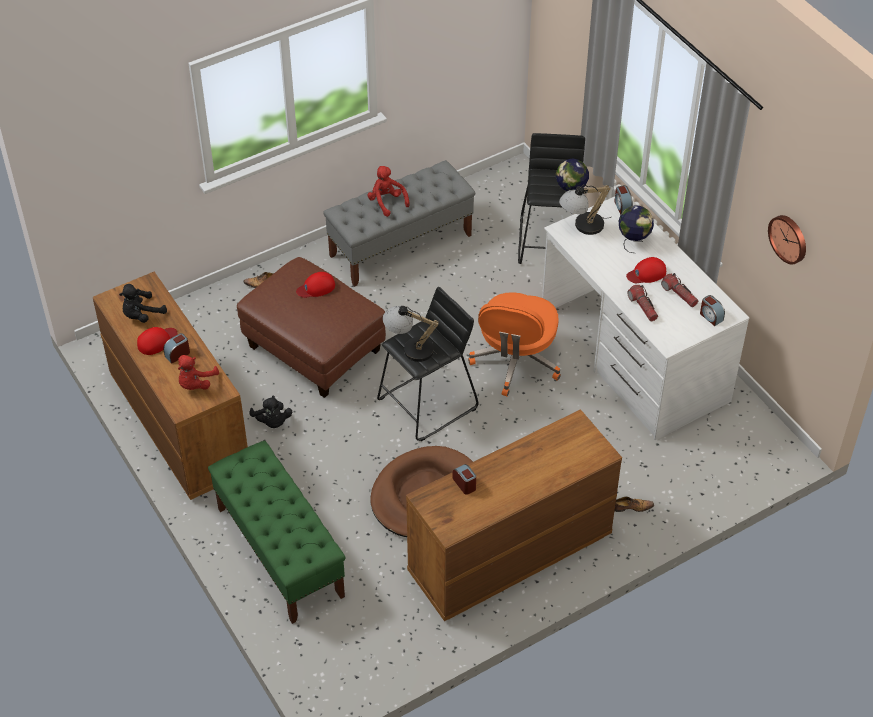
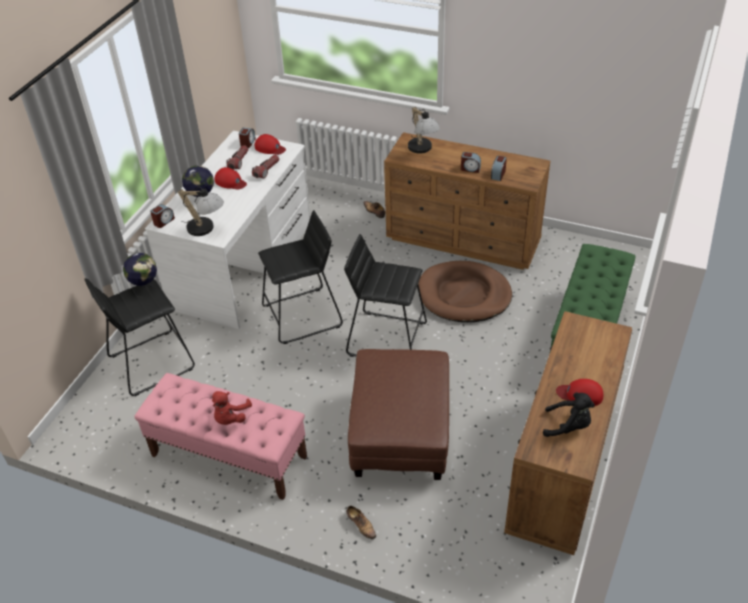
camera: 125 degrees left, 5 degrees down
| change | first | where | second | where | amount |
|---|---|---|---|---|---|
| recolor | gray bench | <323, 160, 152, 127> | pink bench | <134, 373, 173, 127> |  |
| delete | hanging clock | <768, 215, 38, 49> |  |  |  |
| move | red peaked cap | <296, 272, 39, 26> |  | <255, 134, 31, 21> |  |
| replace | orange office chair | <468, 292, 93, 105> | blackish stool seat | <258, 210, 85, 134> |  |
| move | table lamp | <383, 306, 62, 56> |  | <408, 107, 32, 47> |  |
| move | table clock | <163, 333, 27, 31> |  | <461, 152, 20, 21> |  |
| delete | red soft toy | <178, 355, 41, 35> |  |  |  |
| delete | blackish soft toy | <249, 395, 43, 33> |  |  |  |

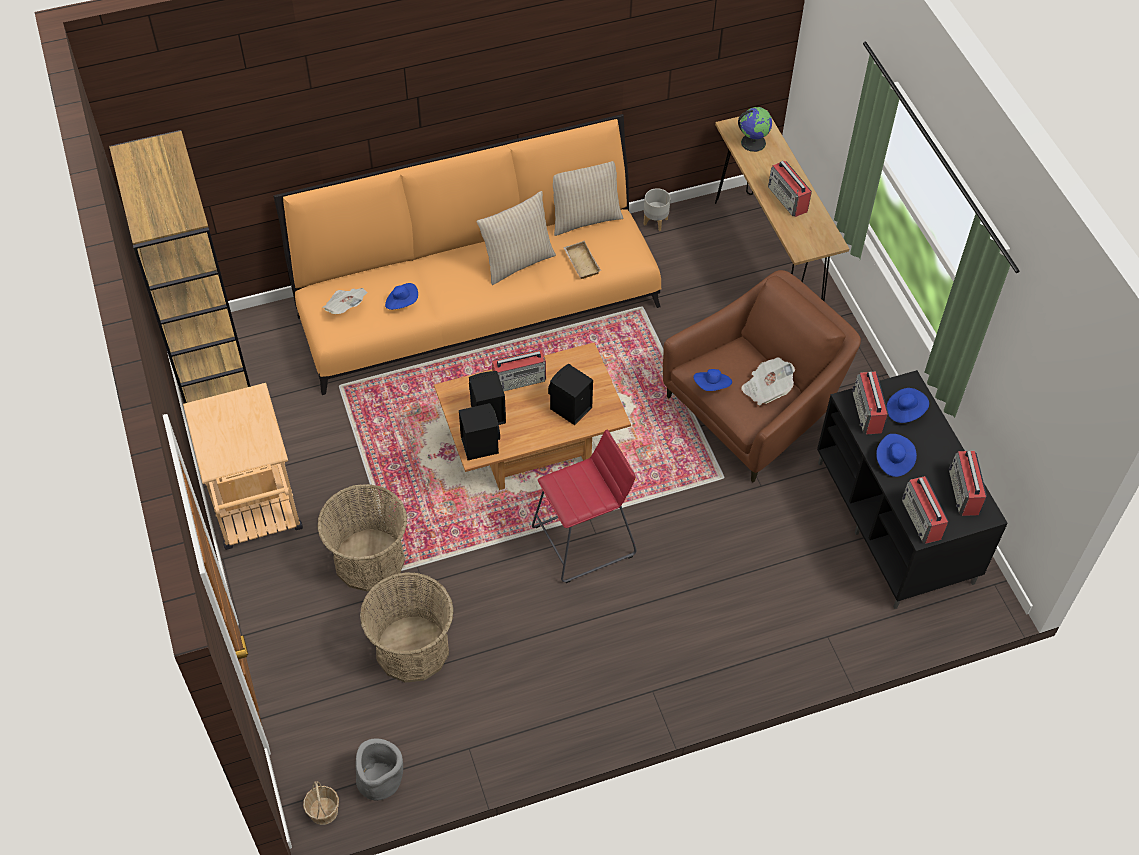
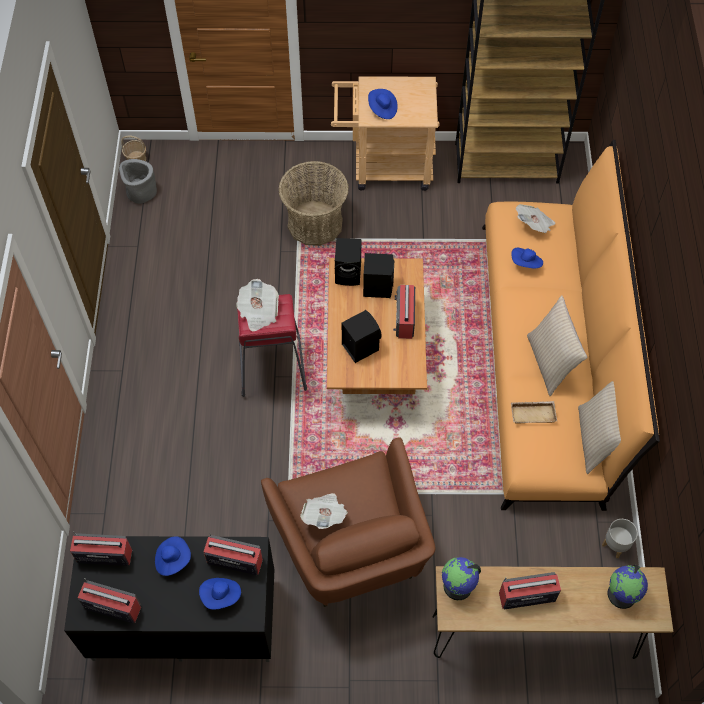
camera: 110 degrees right, 5 degrees up
| change | first | where | second | where | amount |
|---|---|---|---|---|---|
| move | blue-coloured wearable hat | <693, 369, 39, 22> |  | <368, 89, 30, 30> |  |
| delete | basket | <360, 572, 94, 111> |  |  |  |
| insert |  |  | printed paper | <236, 279, 43, 53> |  |
| insert |  |  | globe | <442, 557, 39, 43> |  |

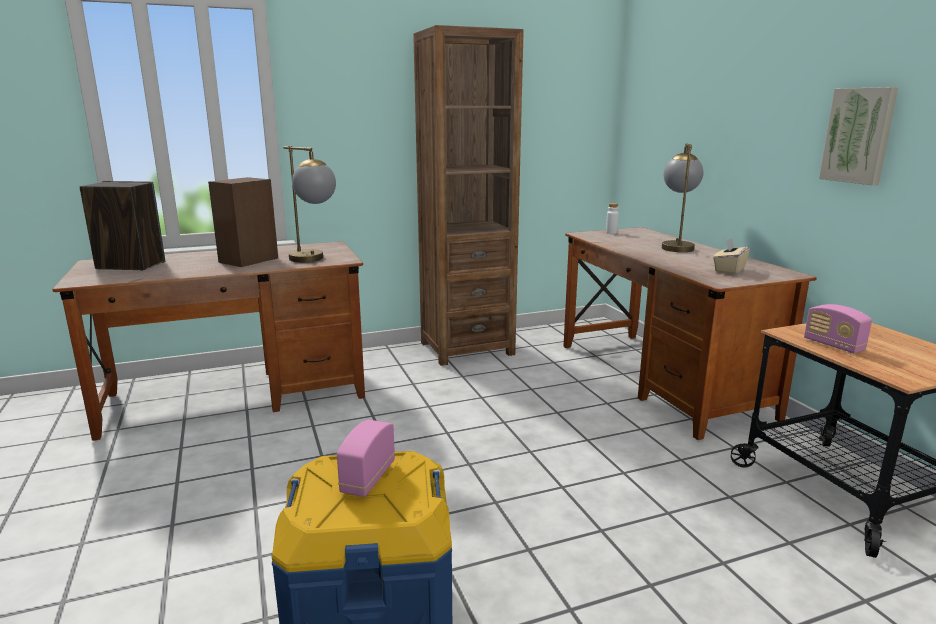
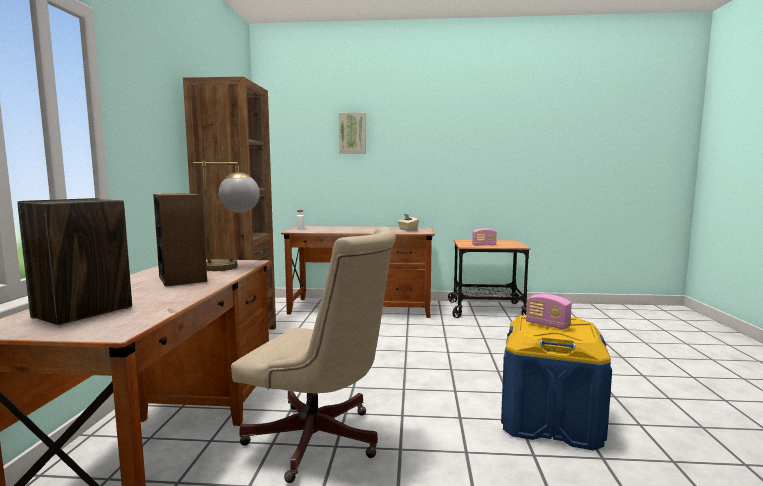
camera: 65 degrees left, 10 degrees down
| change | first | where | second | where | amount |
|---|---|---|---|---|---|
| move | picture | <819, 87, 80, 98> |  | <339, 113, 27, 41> |  |
| delete | table lamp | <662, 143, 41, 109> |  |  |  |
| insert |  |  | beige office chair | <231, 227, 165, 256> |  |

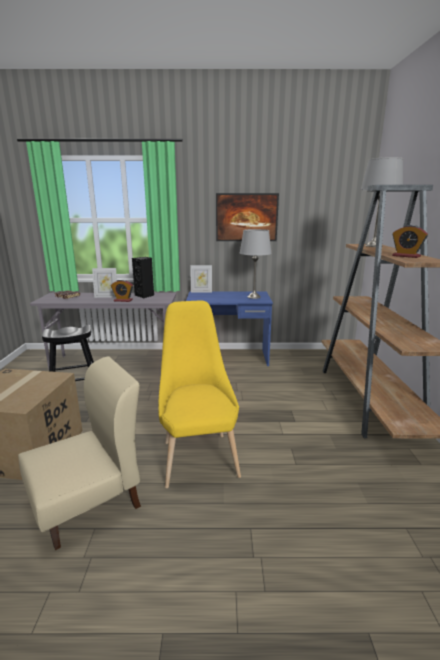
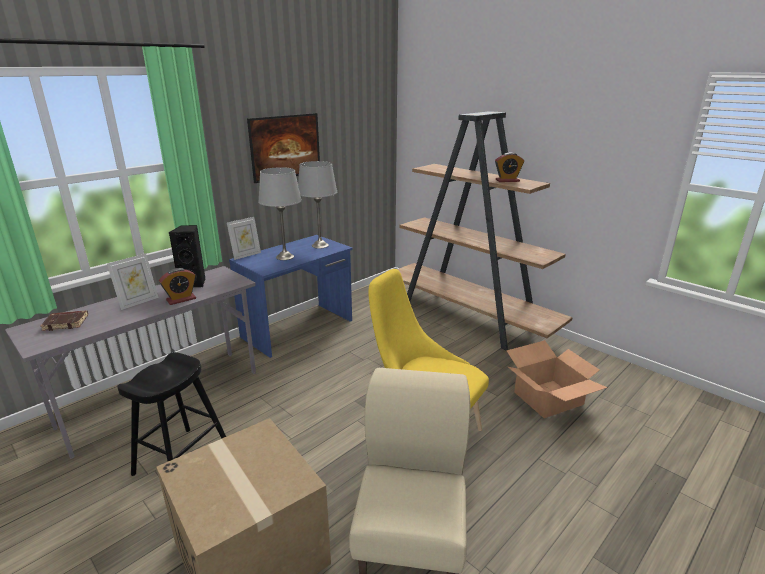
camera: 45 degrees left, 5 degrees up
| change | first | where | second | where | amount |
|---|---|---|---|---|---|
| move | gray table lamp | <360, 157, 43, 90> |  | <258, 167, 44, 93> |  |
| insert |  |  | carton | <506, 340, 101, 78> |  |

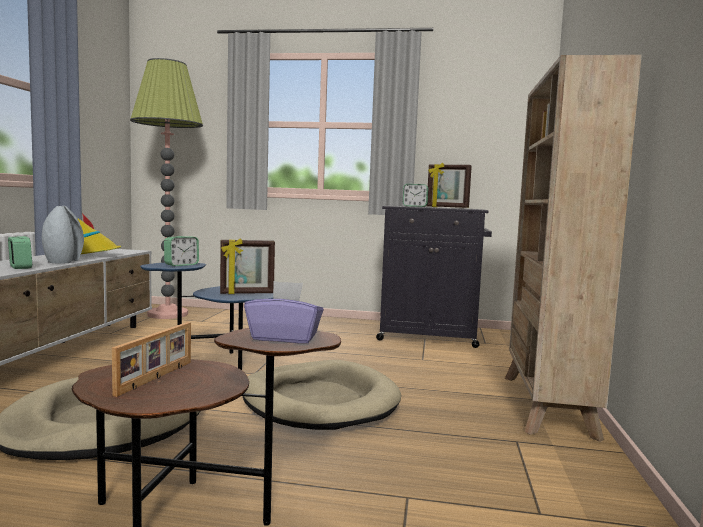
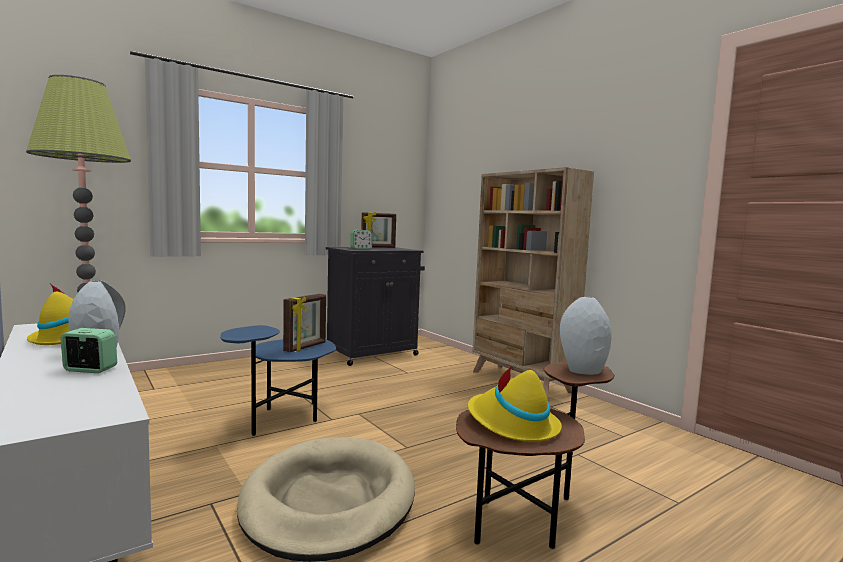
camera: 45 degrees left, 0 degrees up
| change | first | where | second | where | amount |
|---|---|---|---|---|---|
| delete | table clock | <164, 236, 35, 30> |  |  |  |
| replace | purplish box of tissues | <244, 281, 80, 62> | gray flower vase | <560, 297, 52, 78> |  |
| replace | photo frame | <112, 322, 79, 75> | yellowish wearable hat | <468, 366, 94, 76> |  |
| delete | beige dog cushion | <243, 360, 158, 70> |  |  |  |

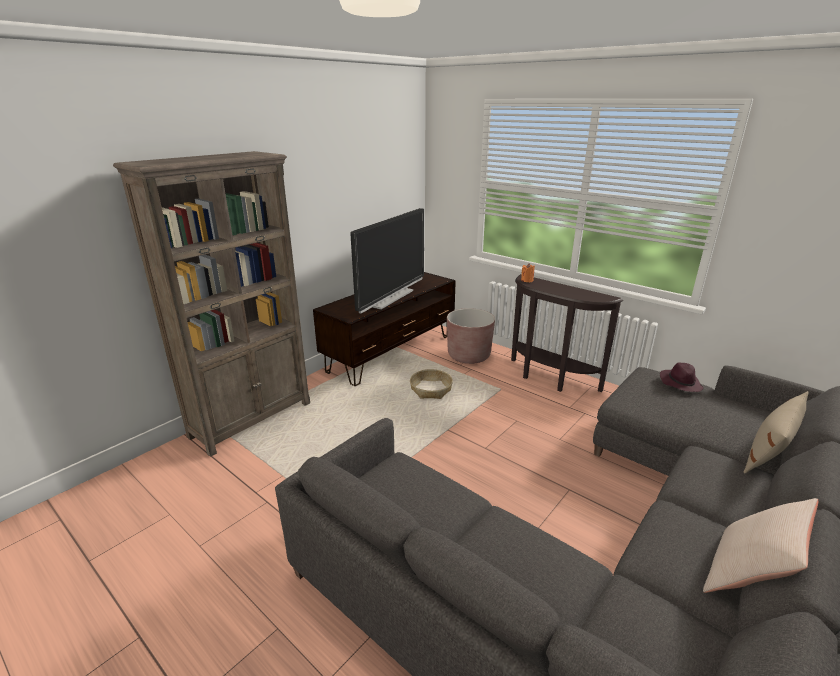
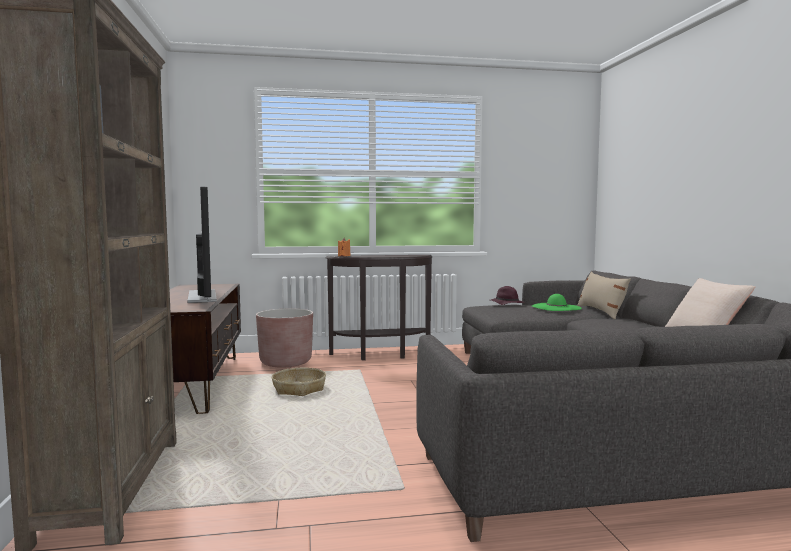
camera: 50 degrees left, 20 degrees down
| change | first | where | second | where | amount |
|---|---|---|---|---|---|
| insert |  |  | green wearable hat | <532, 294, 50, 17> |  |

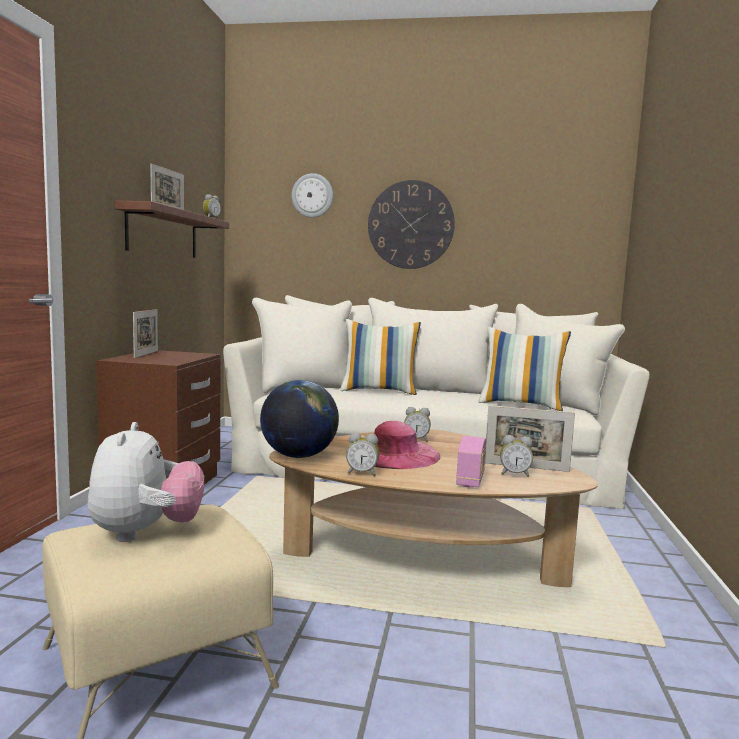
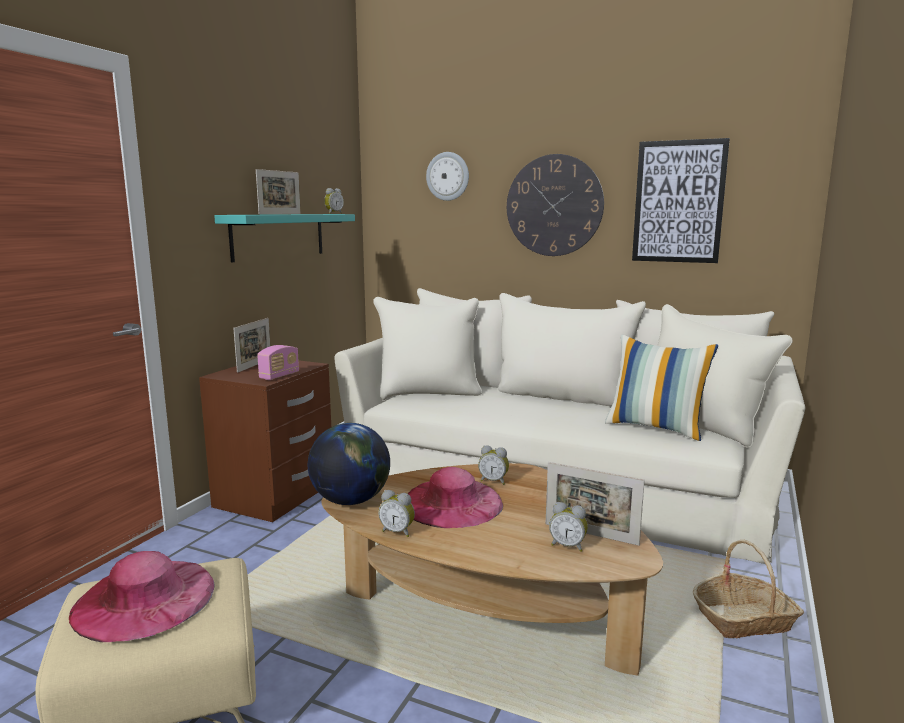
camera: 15 degrees right, 5 degrees up
| change | first | where | second | where | amount |
|---|---|---|---|---|---|
| recolor | brown wall shelf | <114, 201, 115, 57> | turquoise-coloured wall shelf | <214, 214, 141, 48> |  |
| delete | pillow | <340, 319, 81, 76> |  |  |  |
| replace | soft toy | <88, 422, 116, 120> | pink wearable hat | <69, 551, 146, 91> |  |
| move | radio | <456, 436, 30, 51> |  | <257, 345, 42, 35> |  |
| insert |  |  | picture | <632, 138, 98, 125> |  |
| insert |  |  | basket | <693, 540, 111, 98> |  |

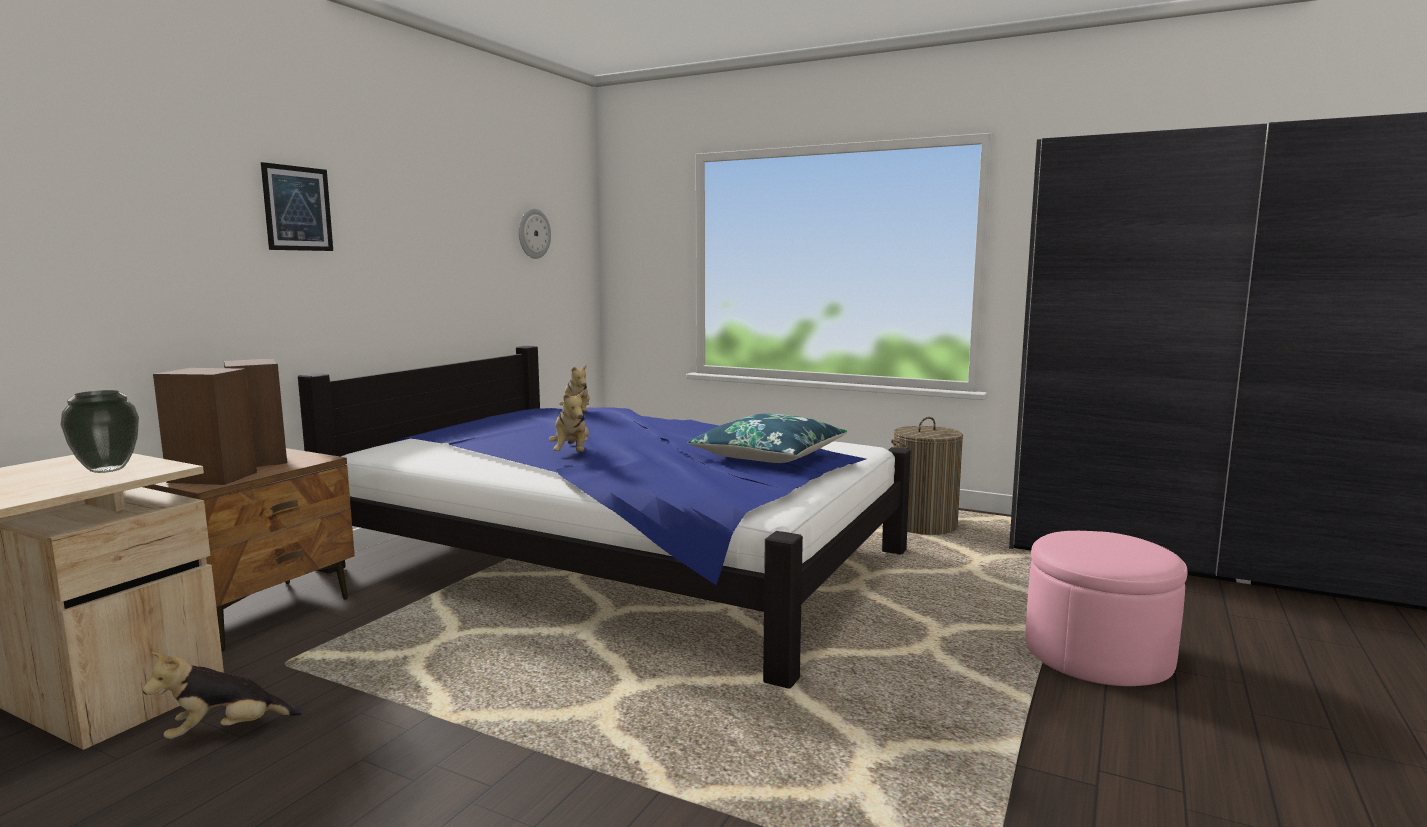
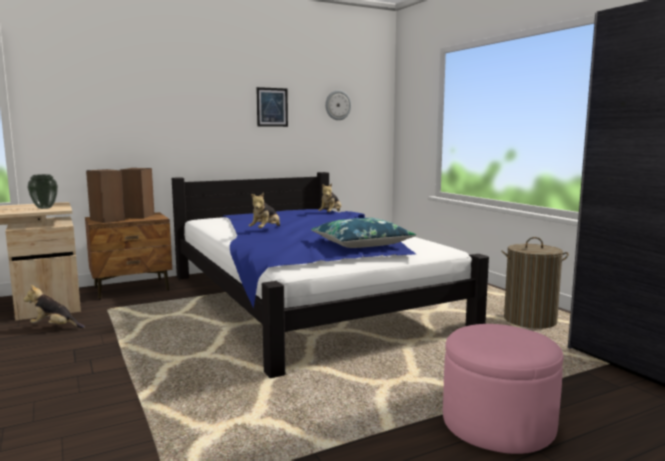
camera: 35 degrees right, 0 degrees up
| change | first | where | second | where | amount |
|---|---|---|---|---|---|
| move | picture | <261, 162, 72, 89> |  | <256, 87, 32, 40> |  |

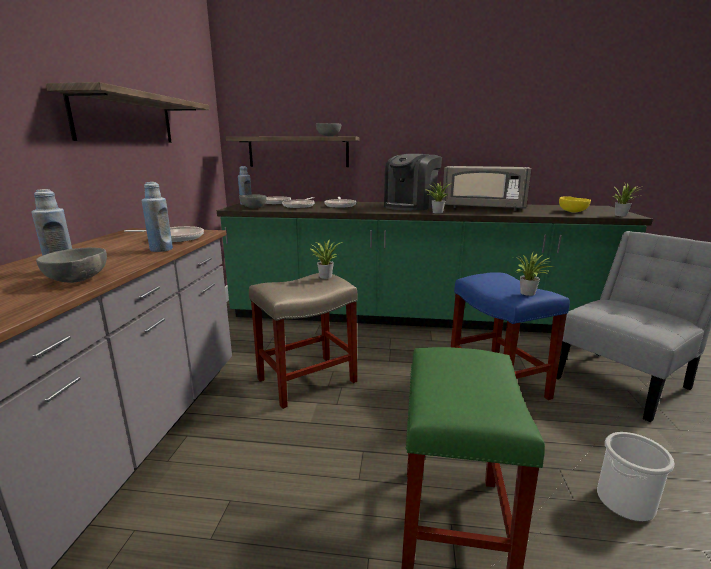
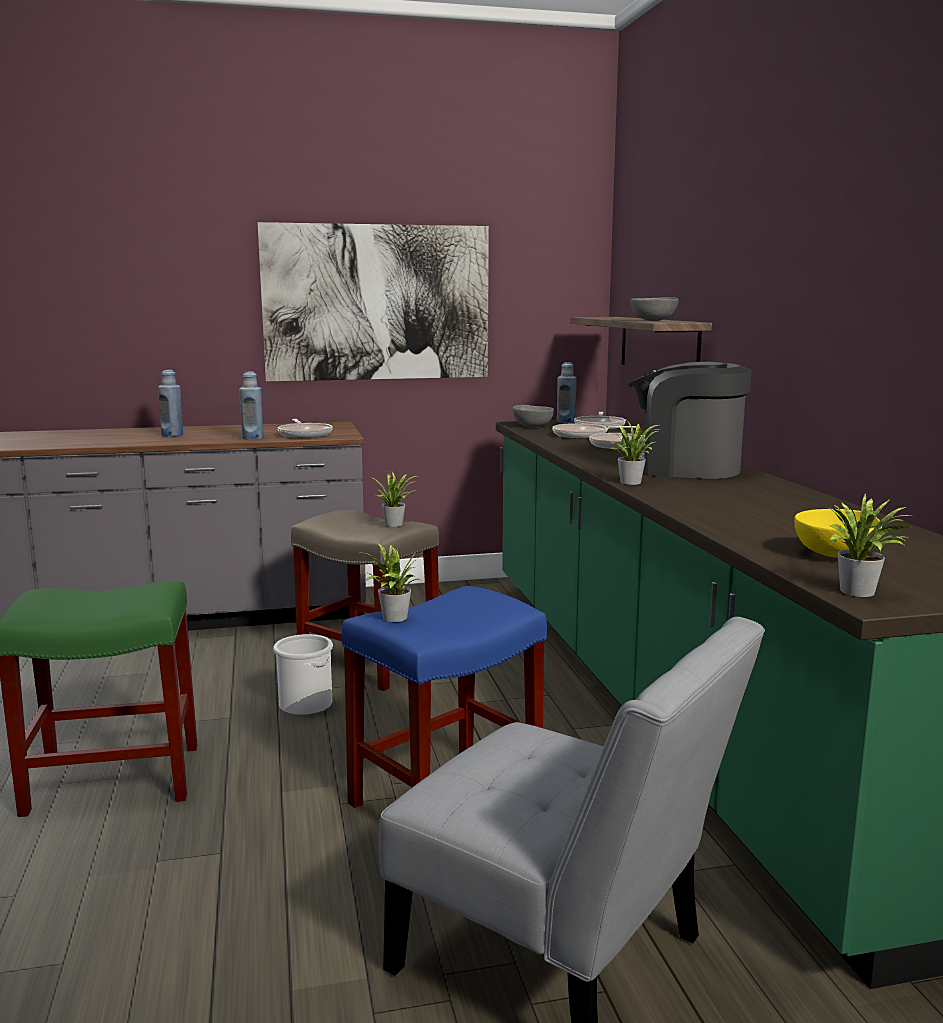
camera: 70 degrees right, 5 degrees down
| change | first | where | second | where | amount |
|---|---|---|---|---|---|
| replace | wall shelf | <46, 82, 164, 61> | picture | <258, 222, 231, 159> |  |
| delete | gray microwave oven | <442, 166, 89, 45> |  |  |  |
| delete | gray deep dish | <36, 248, 71, 35> |  |  |  |
| move | bucket | <597, 432, 78, 90> |  | <273, 634, 60, 82> |  |

